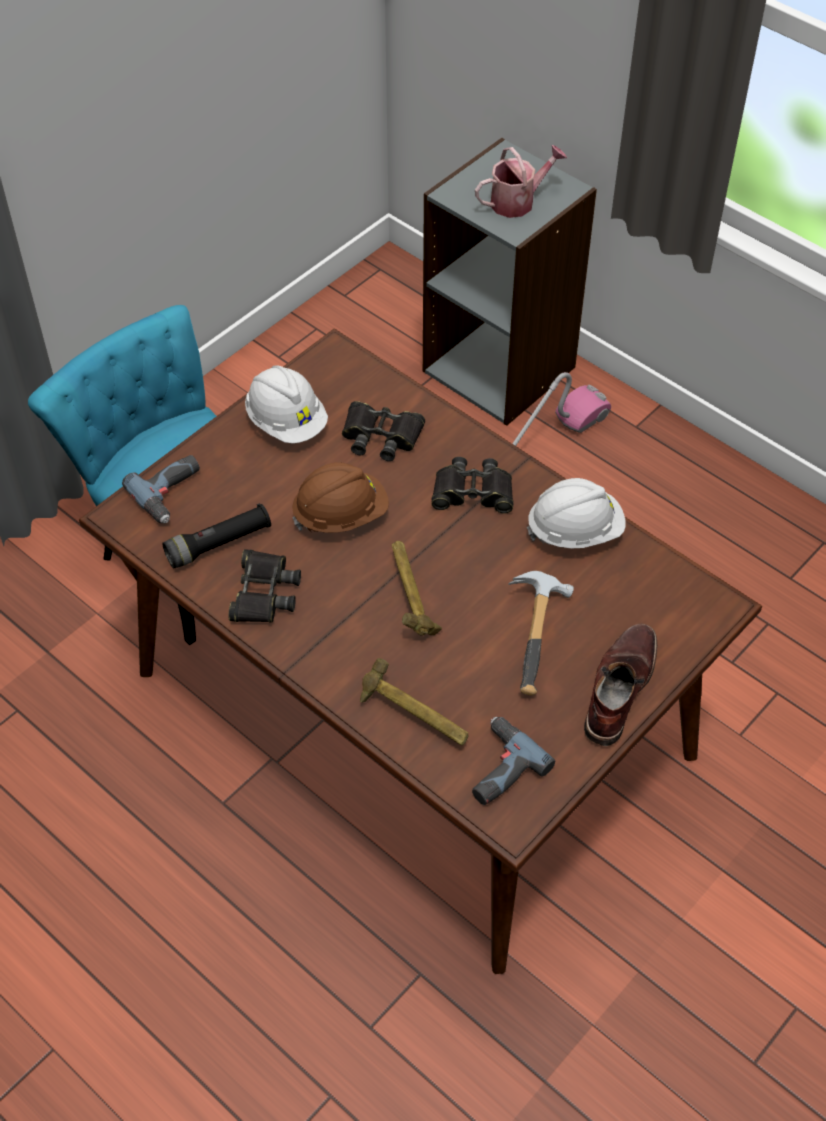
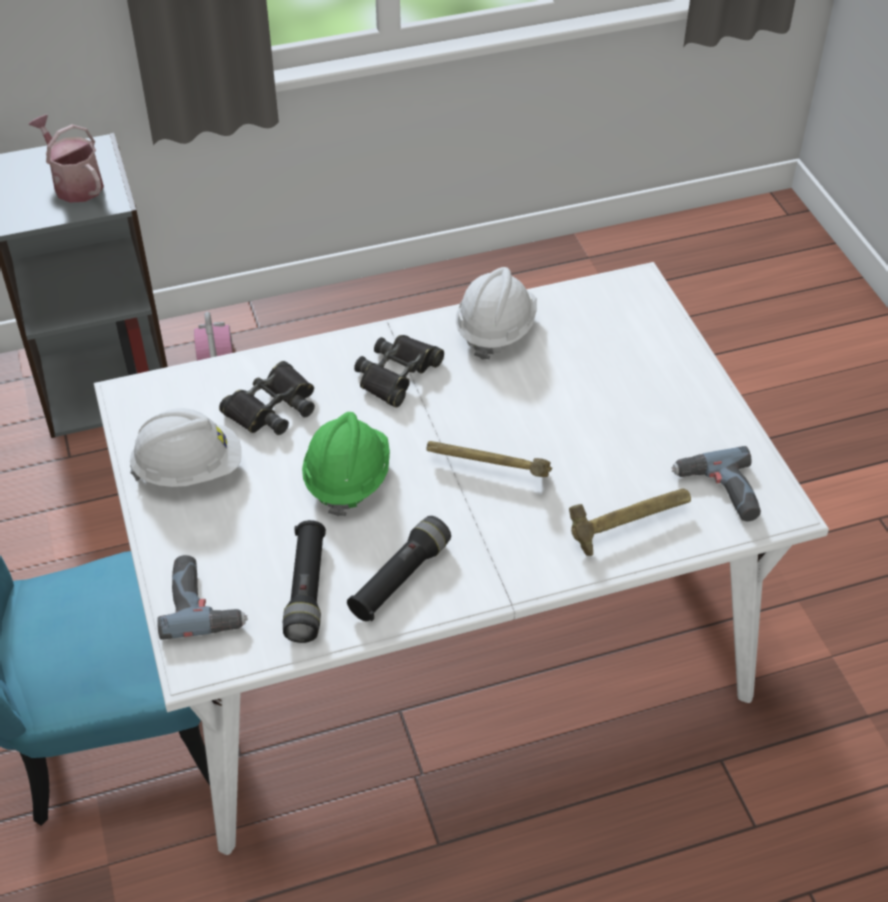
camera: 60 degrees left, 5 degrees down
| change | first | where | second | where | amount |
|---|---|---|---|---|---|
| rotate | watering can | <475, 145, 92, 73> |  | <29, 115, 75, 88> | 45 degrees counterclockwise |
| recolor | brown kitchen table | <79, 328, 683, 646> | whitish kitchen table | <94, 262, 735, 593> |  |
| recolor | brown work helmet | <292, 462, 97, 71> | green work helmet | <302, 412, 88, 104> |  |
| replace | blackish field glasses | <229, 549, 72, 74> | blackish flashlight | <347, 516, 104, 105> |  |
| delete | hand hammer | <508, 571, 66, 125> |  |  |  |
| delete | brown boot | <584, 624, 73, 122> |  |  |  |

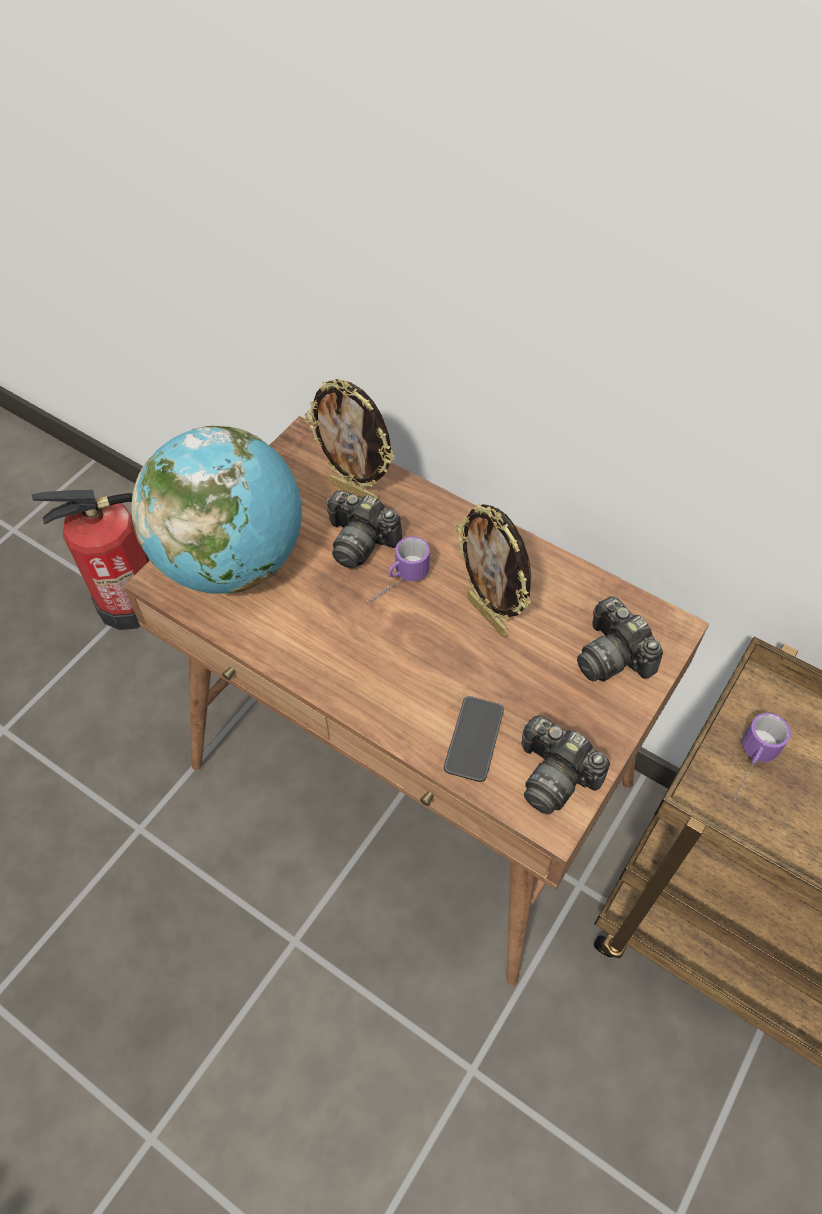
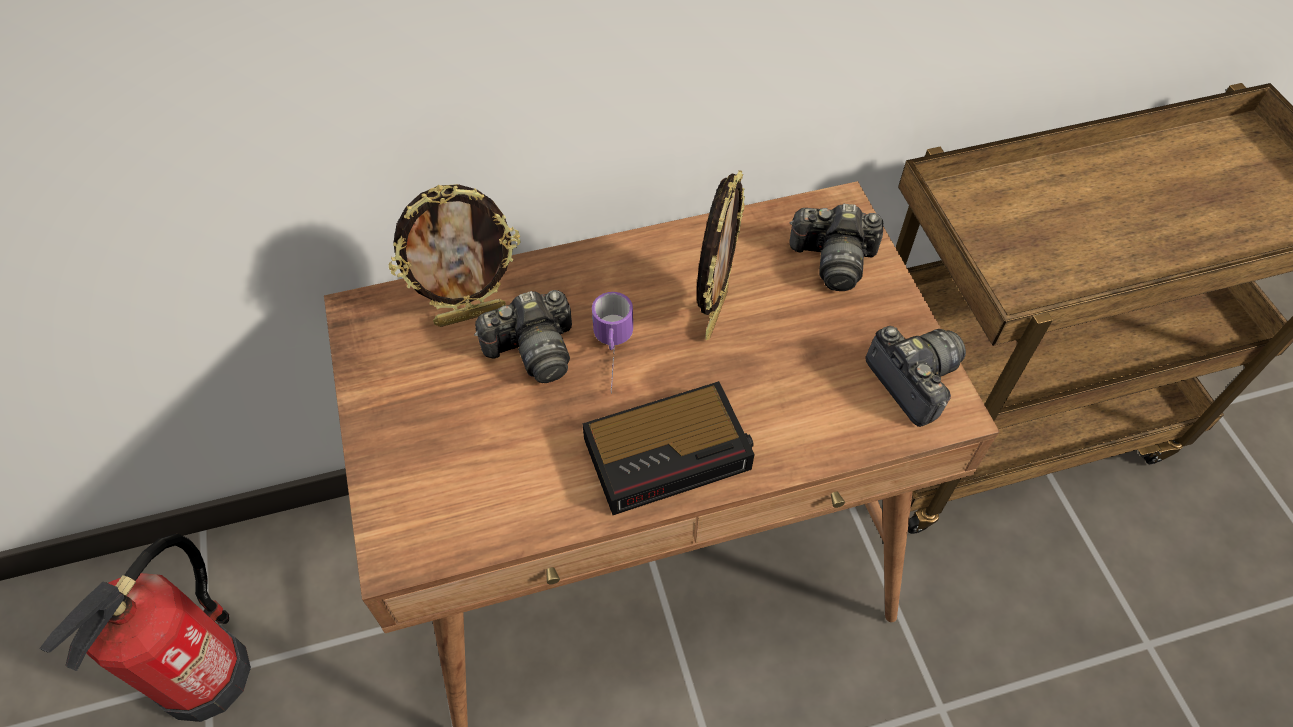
camera: 50 degrees left, 0 degrees up
| change | first | where | second | where | amount |
|---|---|---|---|---|---|
| delete | globe | <131, 426, 171, 168> |  |  |  |
| rotate | photo frame | <456, 504, 75, 133> |  | <697, 170, 48, 170> | 75 degrees counterclockwise |
| delete | handset | <444, 696, 60, 86> |  |  |  |
| delete | coffee mug | <734, 713, 57, 88> |  |  |  |
| rotate | still camera | <521, 716, 89, 98> |  | <865, 326, 101, 101> | 105 degrees counterclockwise |
| insert |  |  | table clock | <582, 381, 173, 134> |  |

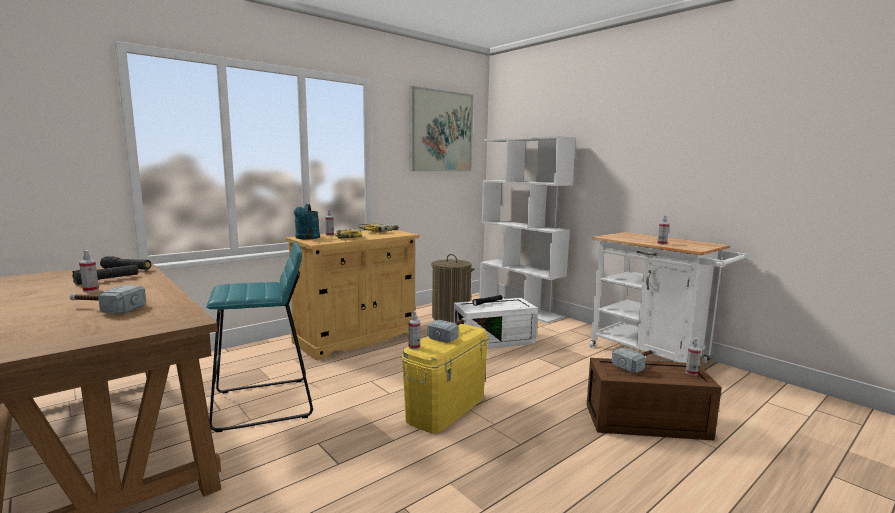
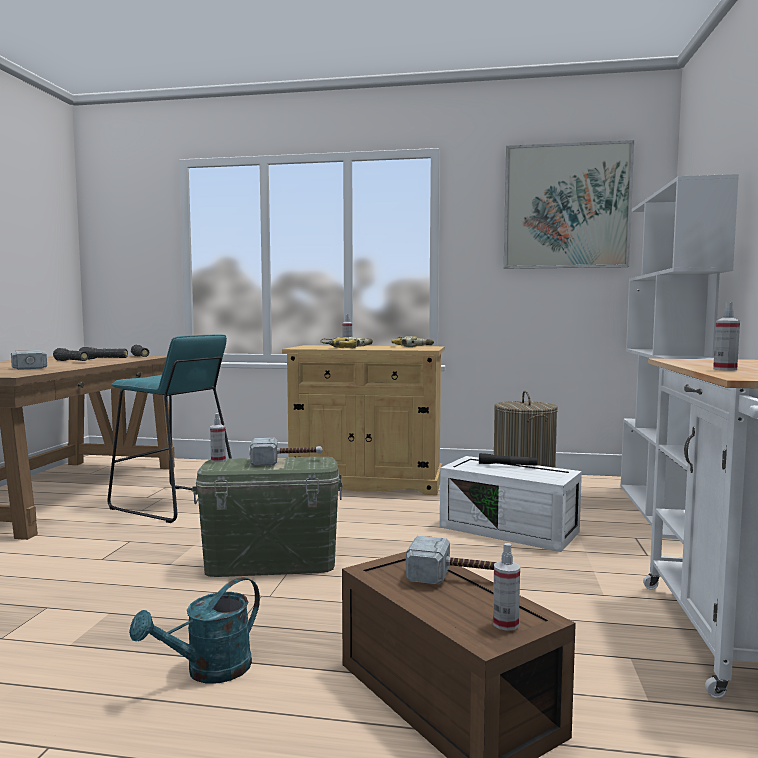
camera: 50 degrees right, 5 degrees down
| change | first | where | second | where | amount |
|---|---|---|---|---|---|
| move | turquoise-coloured watering can | <294, 204, 26, 35> |  | <129, 577, 131, 107> |  |
| replace | sprayer | <79, 250, 20, 42> | blackish flashlight | <53, 348, 36, 13> |  |
| recolor | yellowish storage container | <402, 324, 87, 109> | green storage container | <192, 457, 151, 120> |  |

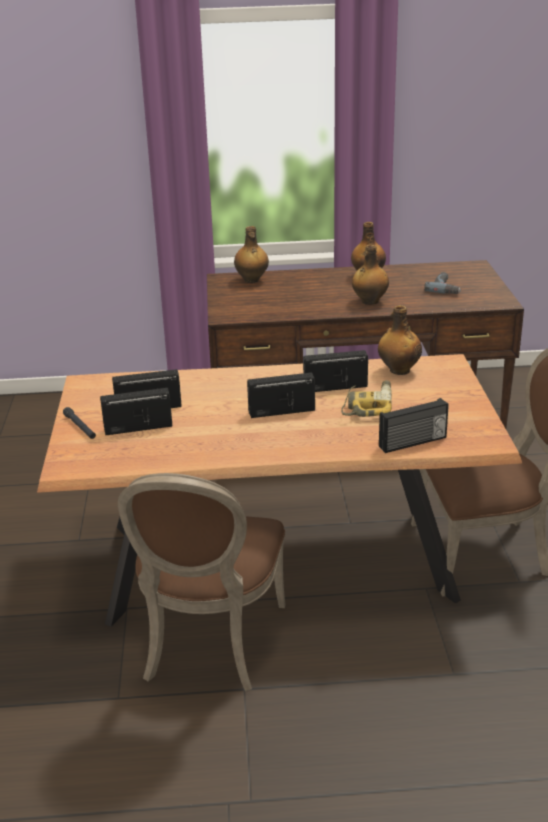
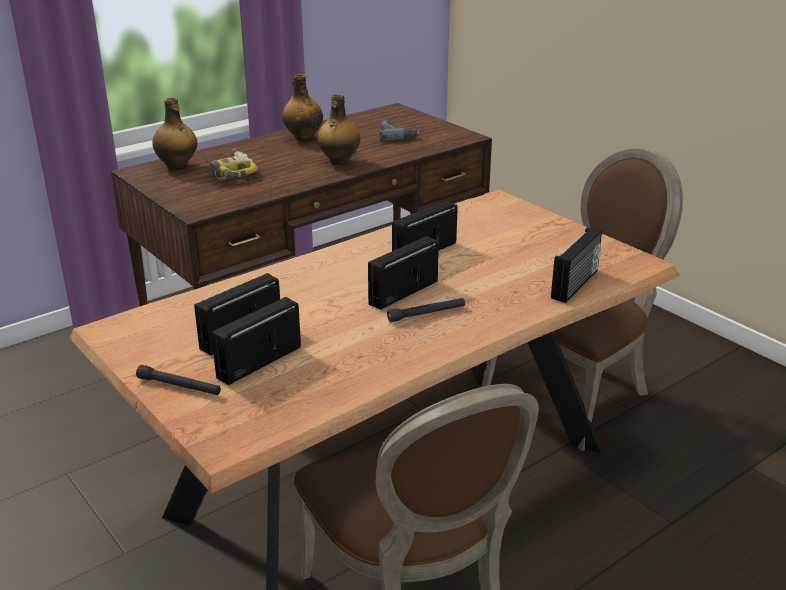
camera: 35 degrees left, 0 degrees up
| change | first | where | second | where | amount |
|---|---|---|---|---|---|
| delete | bottle | <378, 305, 44, 70> |  |  |  |
| move | power drill | <341, 380, 51, 37> |  | <207, 148, 51, 32> |  |
| insert |  |  | blackish flashlight | <387, 298, 78, 24> |  |

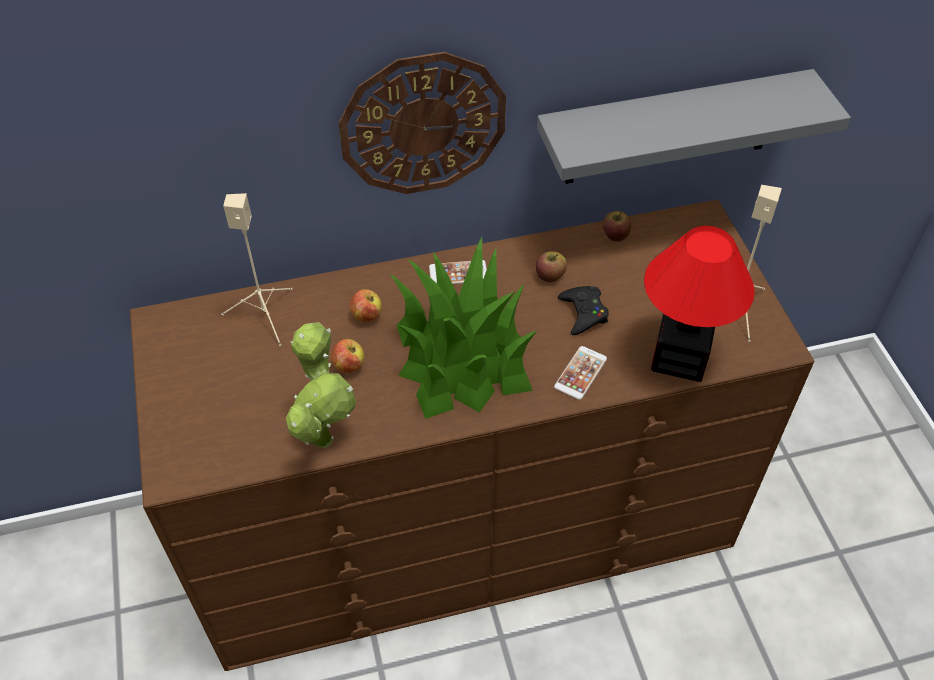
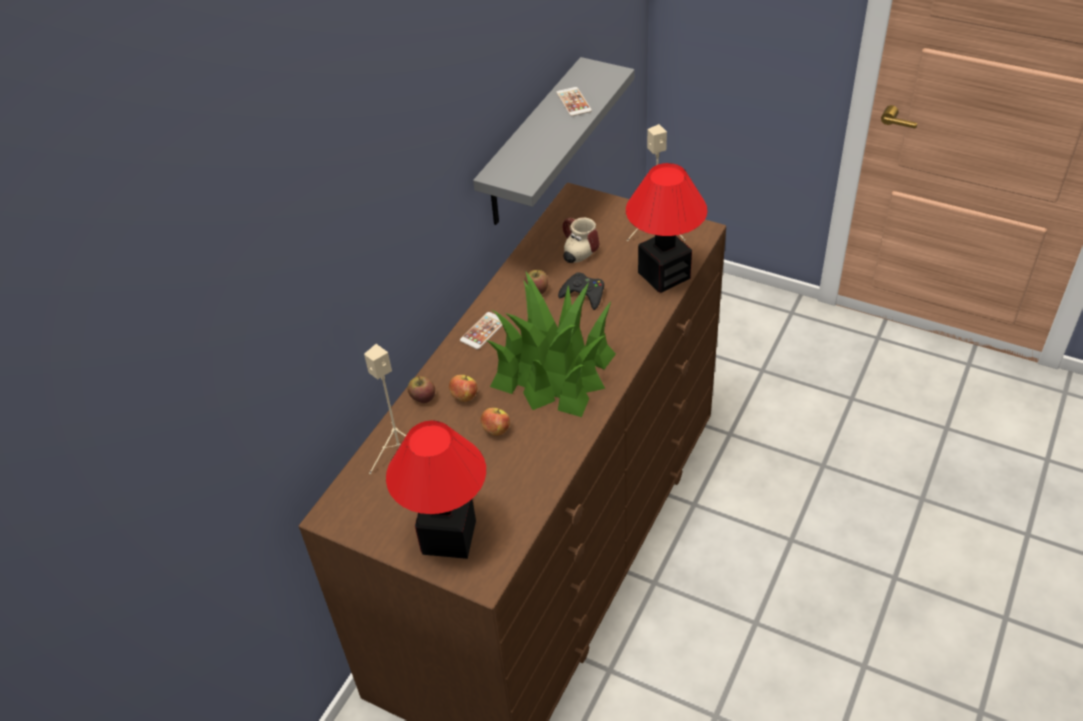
camera: 45 degrees left, 5 degrees down
| change | first | where | second | where | amount |
|---|---|---|---|---|---|
| delete | hanging clock | <338, 52, 168, 142> |  |  |  |
| move | apple | <603, 211, 28, 31> |  | <408, 376, 27, 27> |  |
| delete | plant in a pot | <286, 322, 70, 126> |  |  |  |
| move | handset | <554, 346, 53, 54> |  | <556, 87, 36, 29> |  |
| insert |  |  | coffee mug | <562, 217, 37, 46> |  |
| insert |  |  | table lamp | <386, 421, 100, 138> |  |

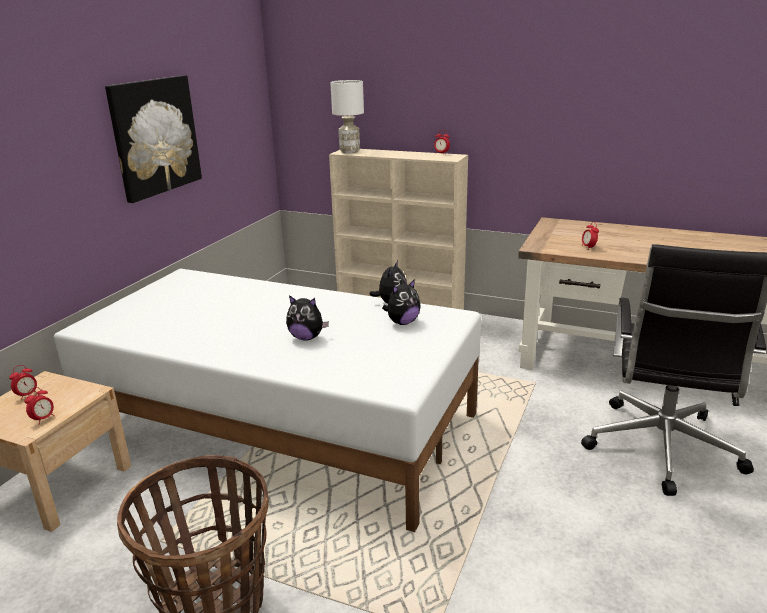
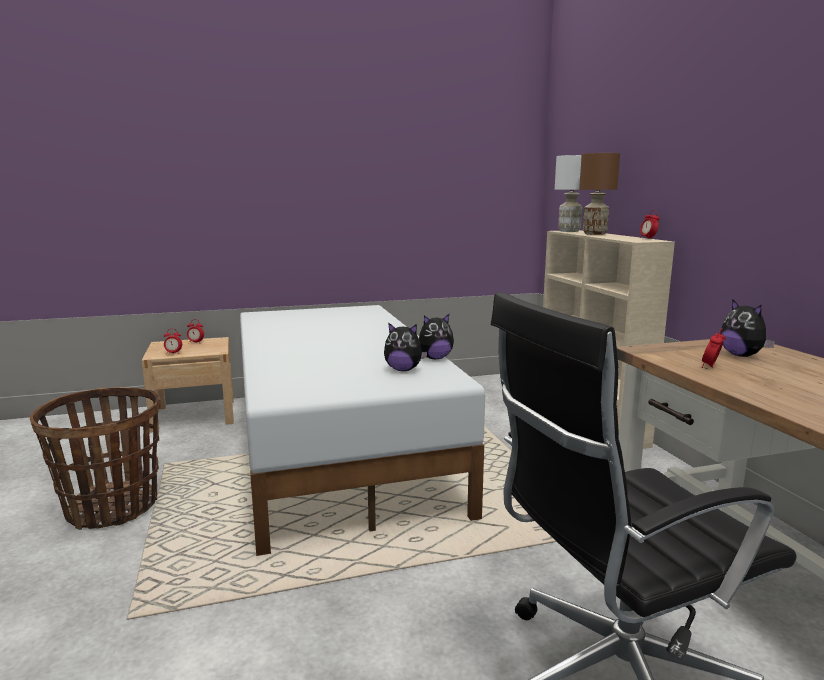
camera: 50 degrees right, 10 degrees down
| change | first | where | second | where | amount |
|---|---|---|---|---|---|
| delete | picture | <105, 75, 97, 128> |  |  |  |
| move | soft toy | <286, 295, 43, 46> |  | <720, 299, 55, 58> |  |
| insert |  |  | brown table lamp | <579, 153, 41, 82> |  |

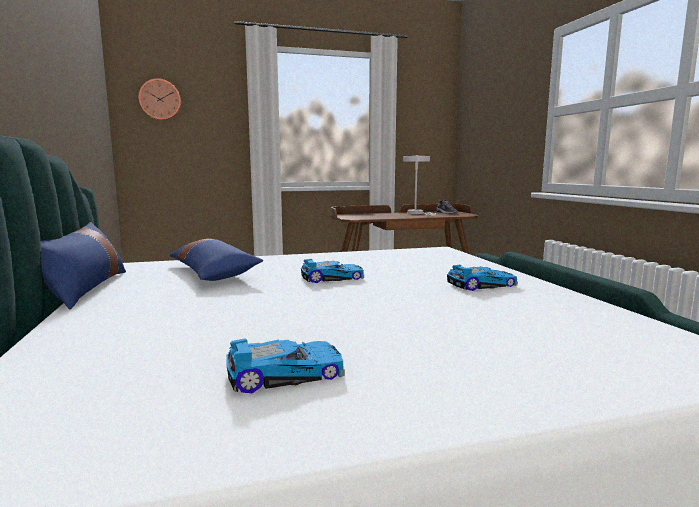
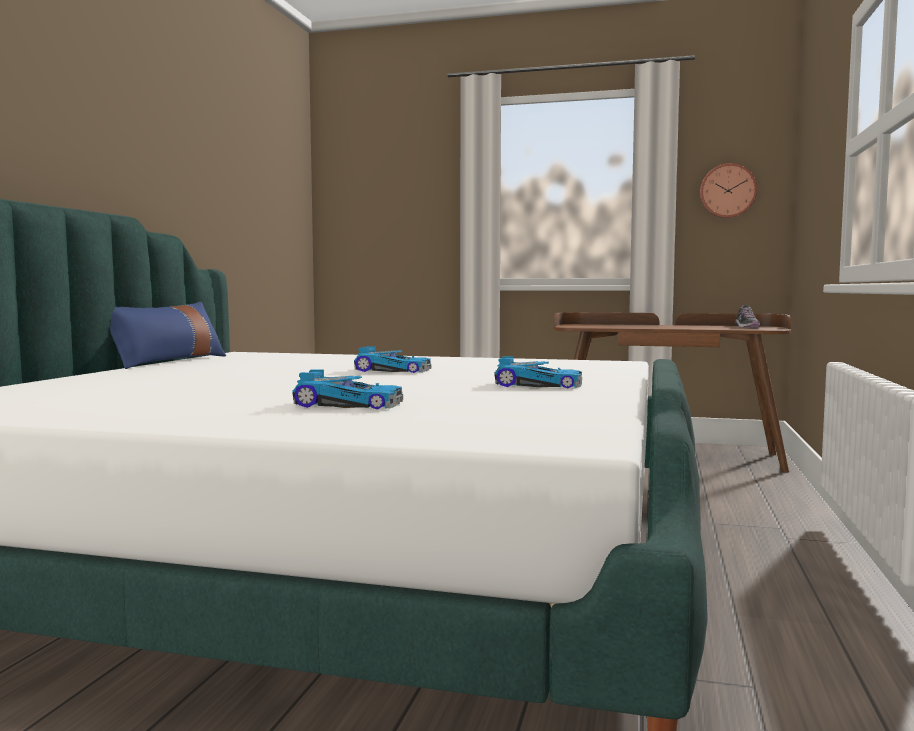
camera: 30 degrees right, 5 degrees down
| change | first | where | second | where | amount |
|---|---|---|---|---|---|
| move | hanging clock | <138, 78, 43, 42> |  | <700, 163, 57, 55> |  |
| delete | whitish table lamp | <403, 155, 33, 61> |  |  |  |
| delete | blue-coloured pillow | <170, 239, 93, 42> |  |  |  |
| move | toy car | <226, 338, 119, 55> |  | <292, 370, 111, 40> |  |

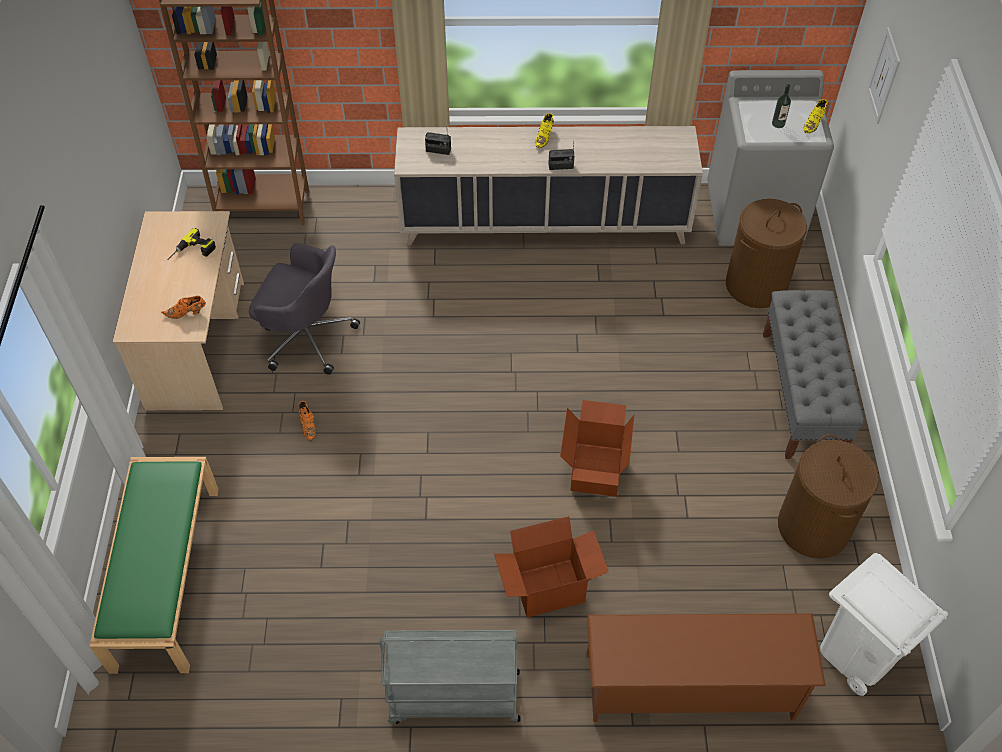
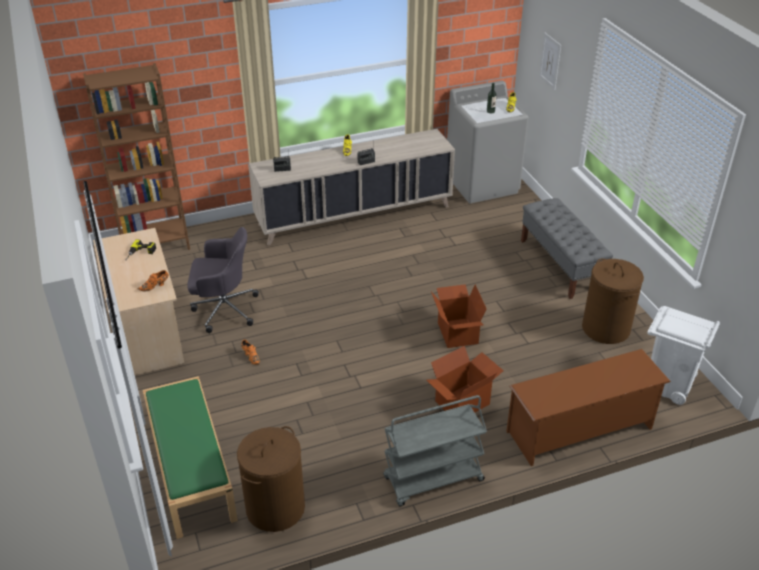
camera: 20 degrees left, 15 degrees down
| change | first | where | second | where | amount |
|---|---|---|---|---|---|
| move | brown laundry basket | <726, 199, 81, 109> |  | <237, 426, 68, 106> |  |

